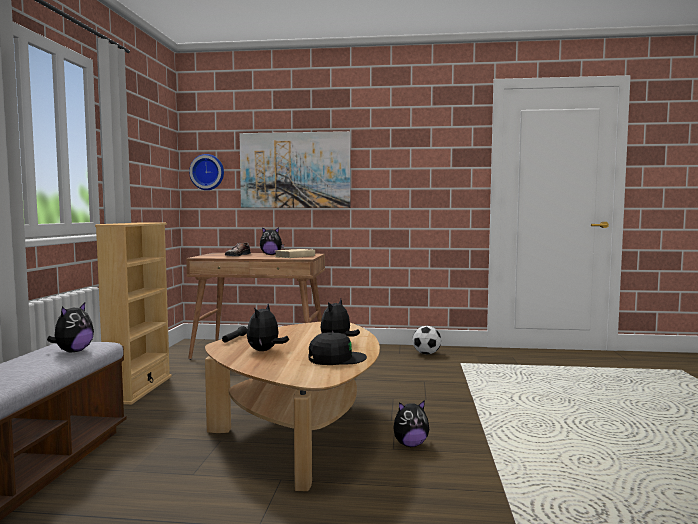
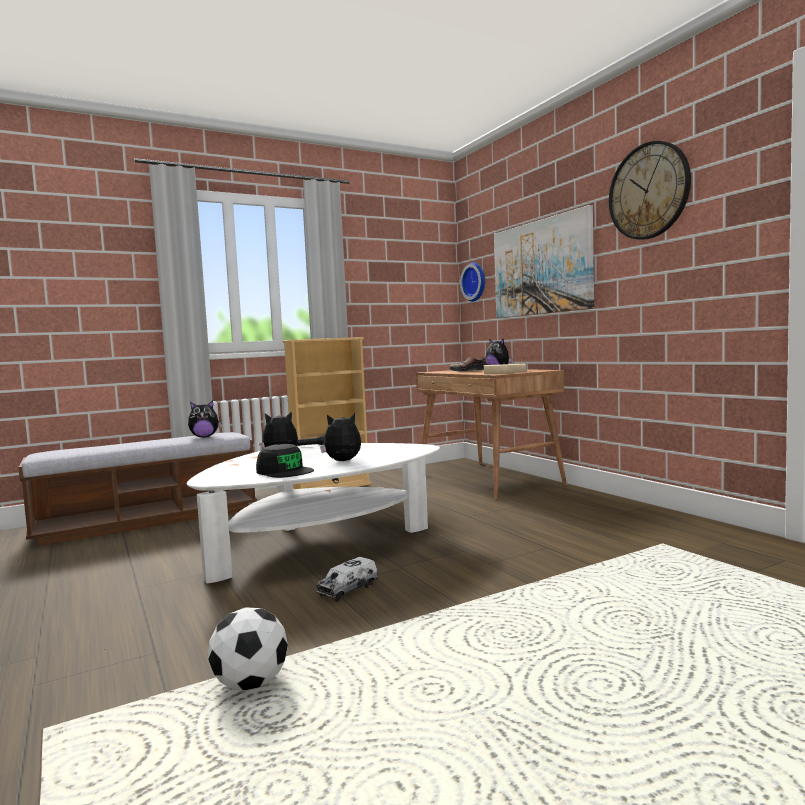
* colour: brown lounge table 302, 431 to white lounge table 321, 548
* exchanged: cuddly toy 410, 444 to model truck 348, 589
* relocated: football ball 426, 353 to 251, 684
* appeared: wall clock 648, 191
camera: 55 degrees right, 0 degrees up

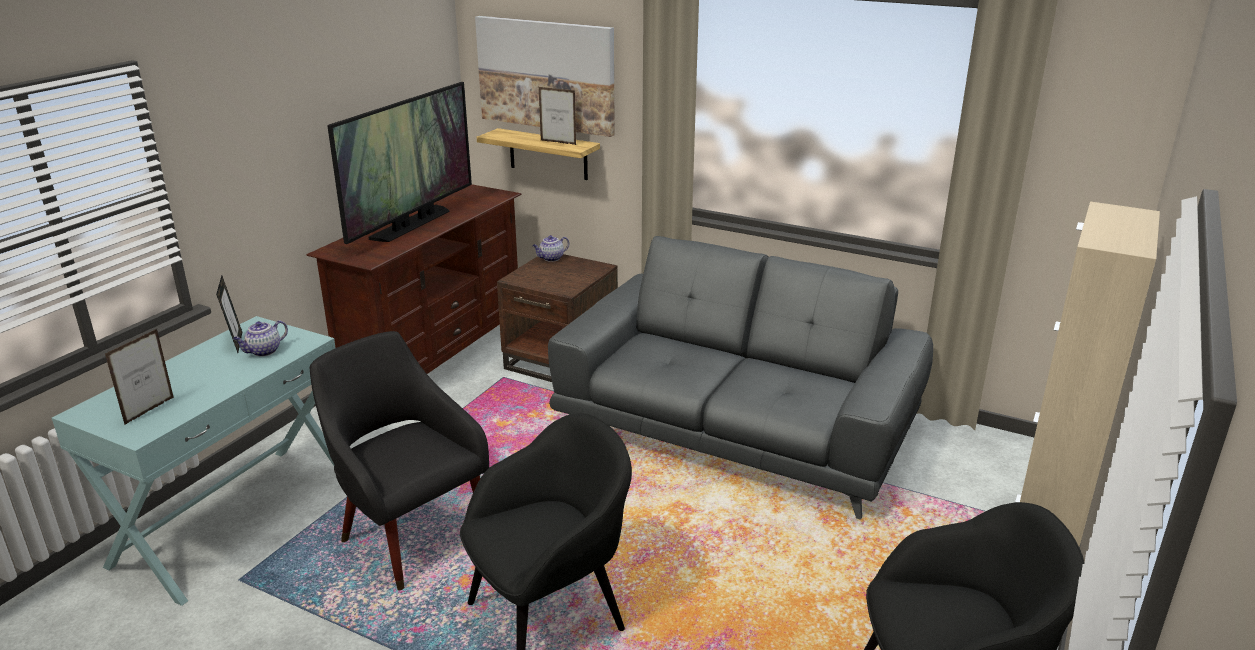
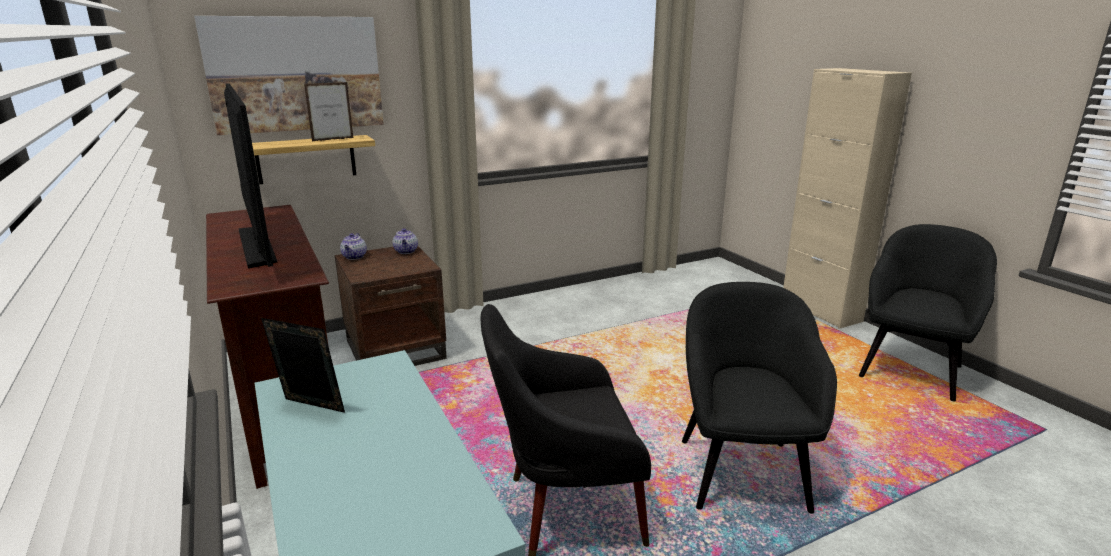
* missing: picture frame 150, 410
* relocated: pot for tea 263, 351 to 406, 251
* missing: greyish couch 736, 430
camera: 55 degrees left, 5 degrees down

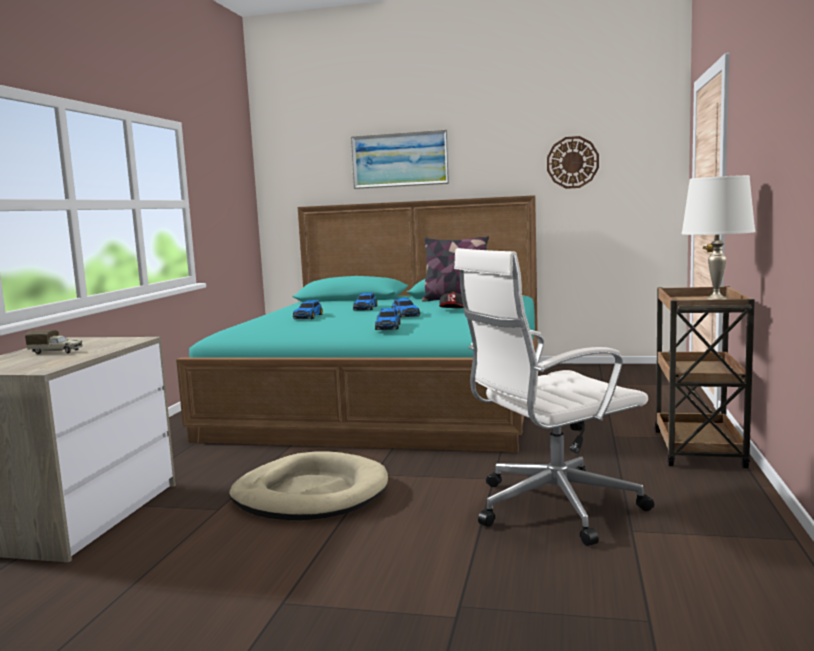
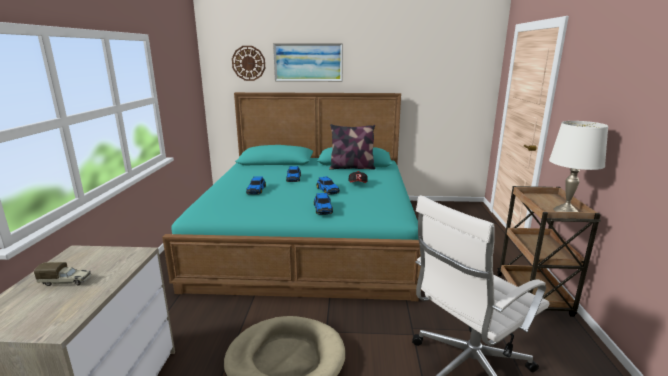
* relocated: wall clock 572, 162 to 248, 63
camera: 10 degrees left, 10 degrees up

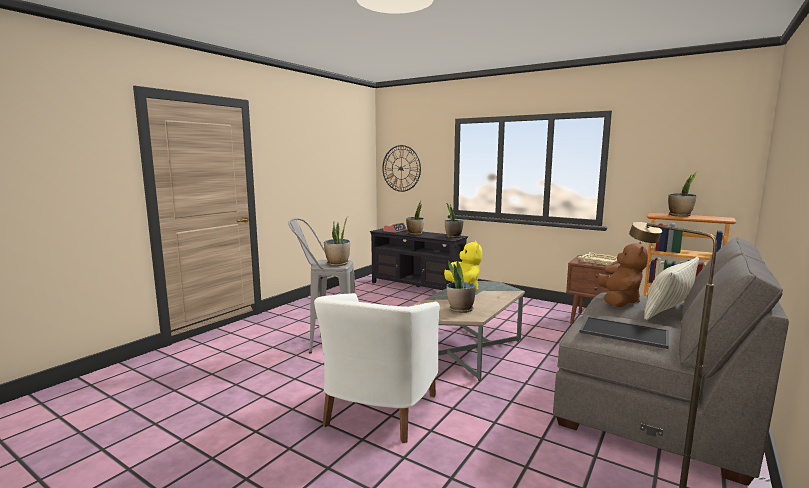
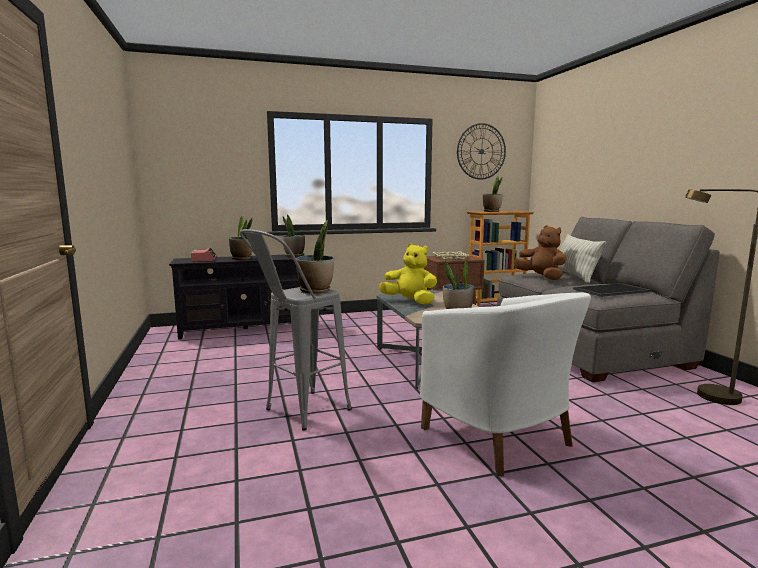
* relocated: wall clock 401, 168 to 481, 151
camera: 50 degrees left, 0 degrees up

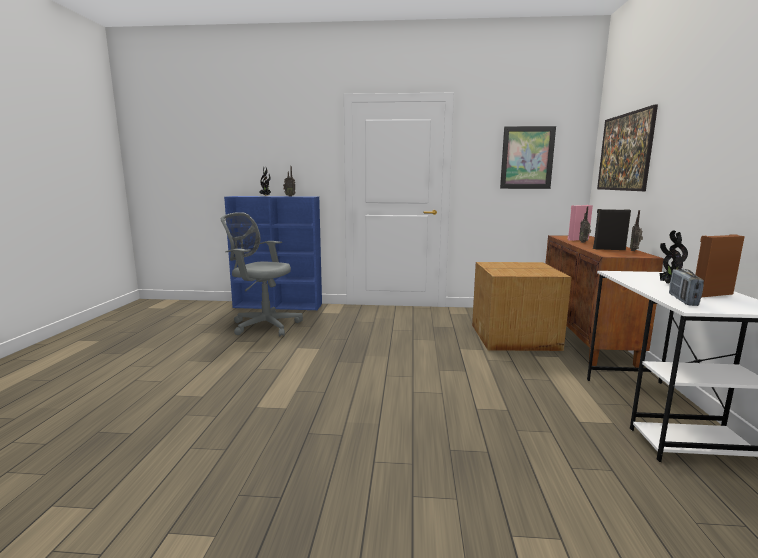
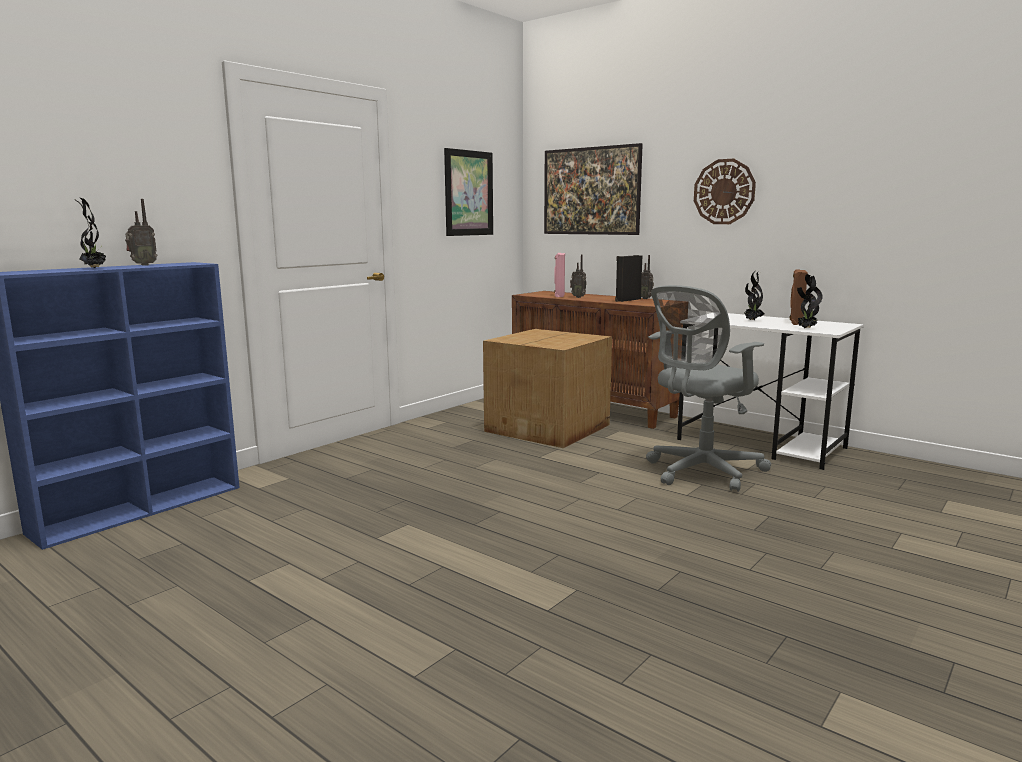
* relocated: greyish computer chair 263, 325 to 700, 472
* exchanged: radio set 682, 300 to potted plant 806, 328
* appeared: wall clock 724, 192
camera: 55 degrees left, 0 degrees up

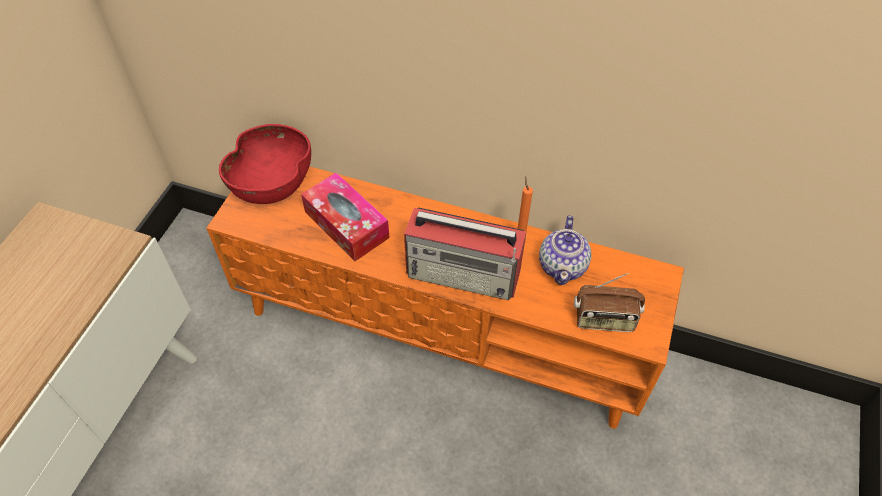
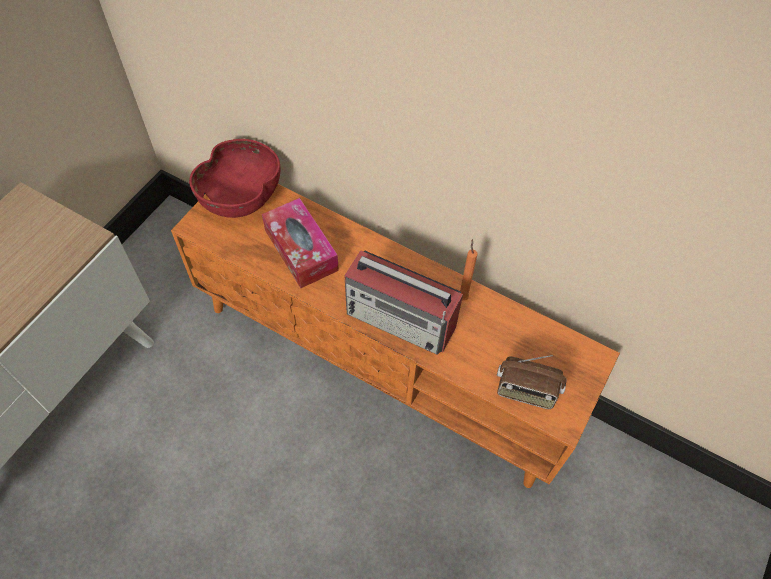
* missing: pot for tea 563, 265
camera: 10 degrees right, 5 degrees up

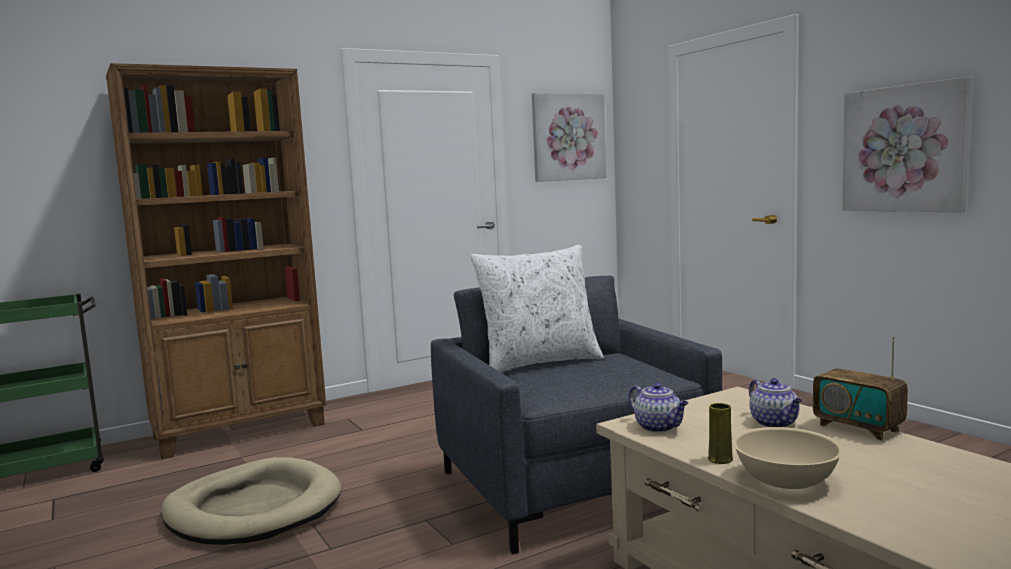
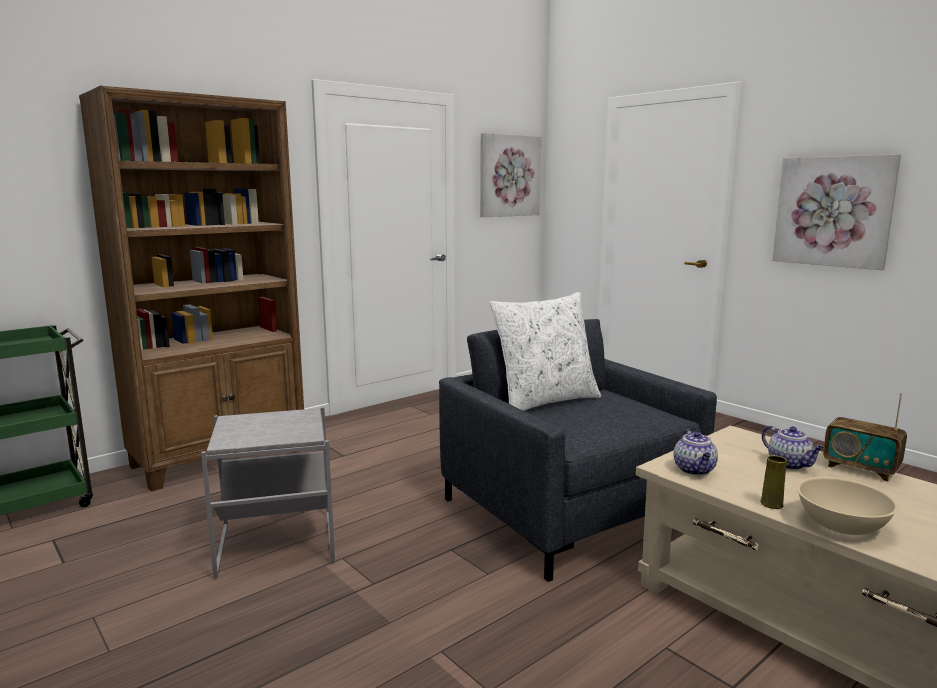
* exchanged: beige-coloured dog bed 253, 509 to greyish side table 275, 544
* spun: pot for tea 659, 427 = 695, 470 45 degrees clockwise
camera: 10 degrees left, 5 degrees up

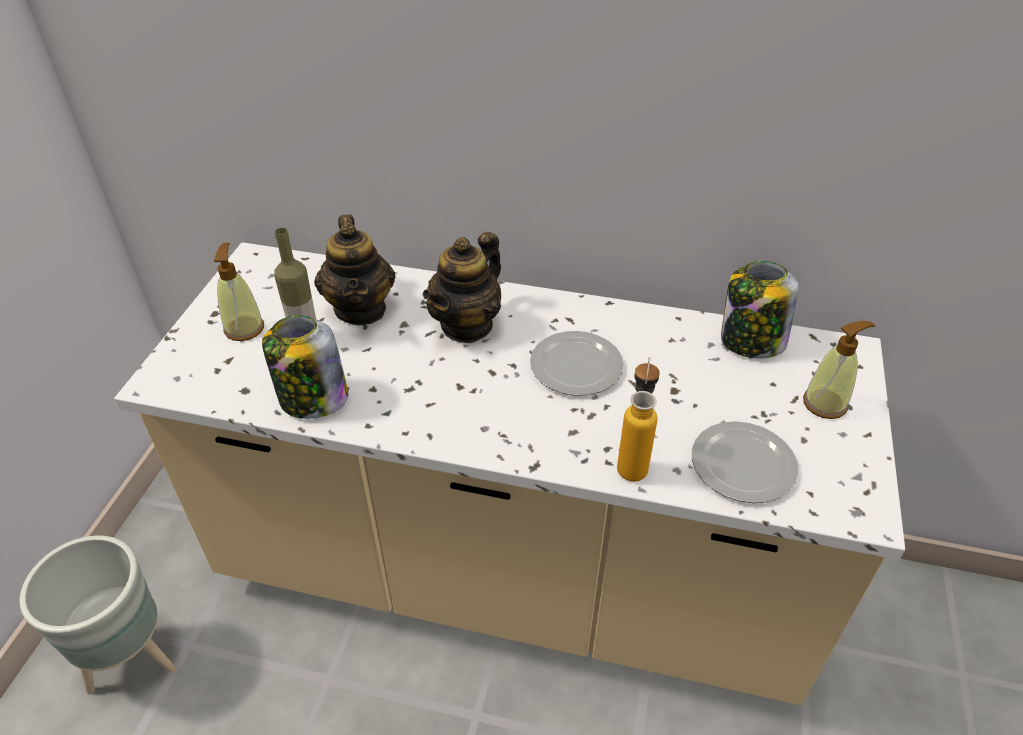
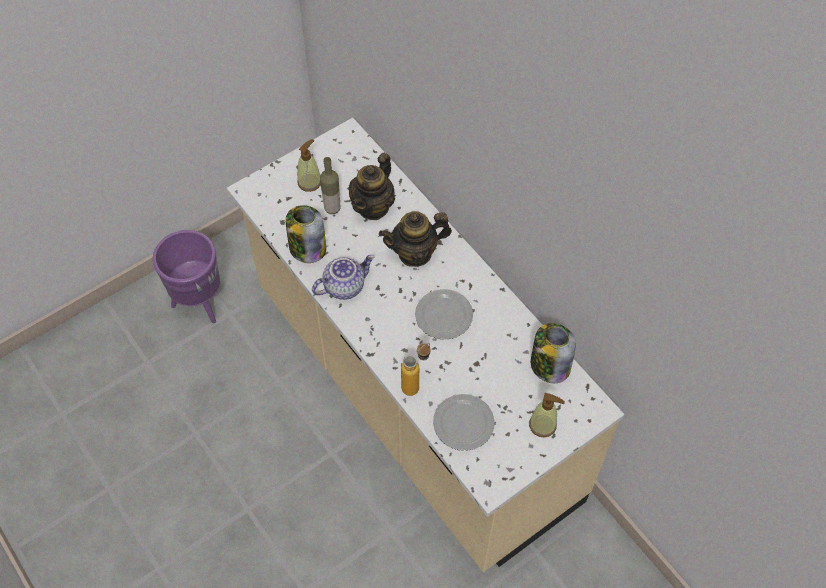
* colour: greyish plant pot 132, 661 to purple plant pot 199, 304
* appeared: pot for tea 344, 286
camera: 40 degrees right, 15 degrees up

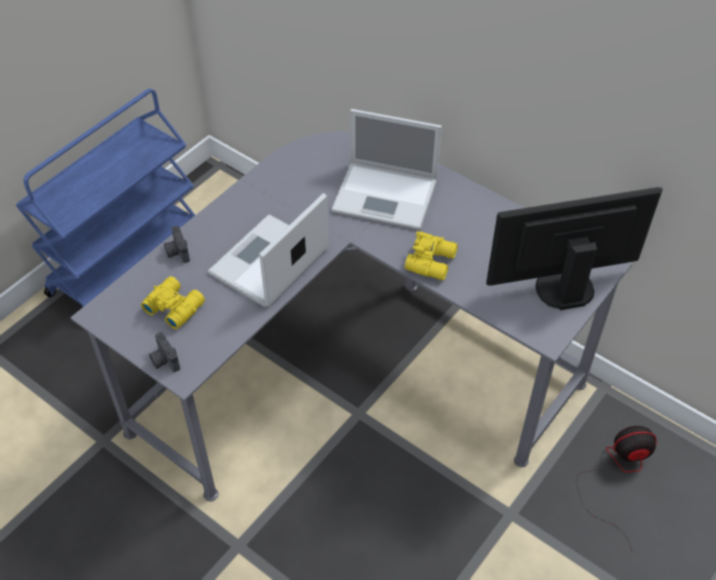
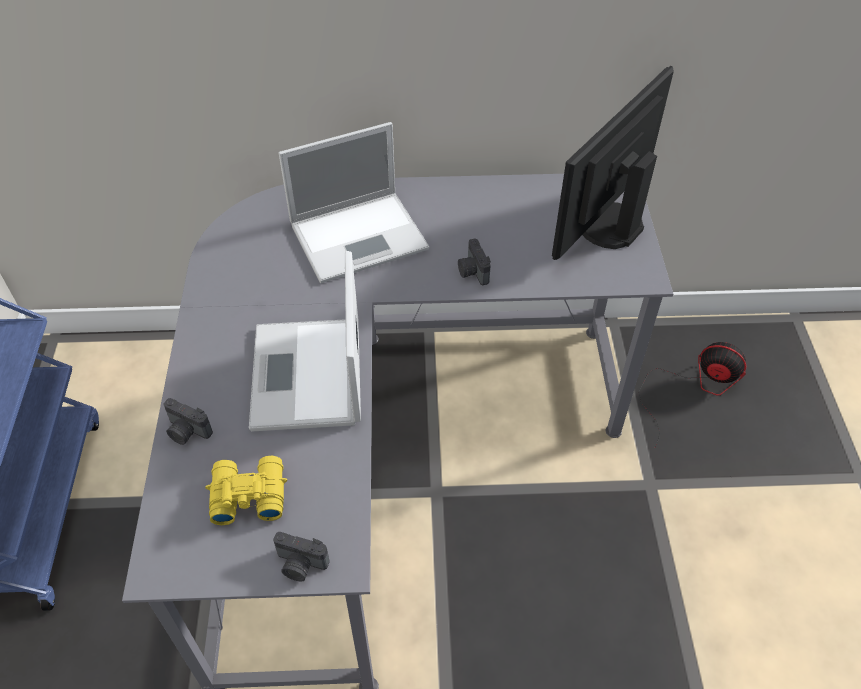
* exchanged: yellow-coloured pair of binoculars 432, 261 to photo camera 472, 272
* spun: fan 618, 474 = 693, 387 75 degrees clockwise
camera: 40 degrees left, 0 degrees up

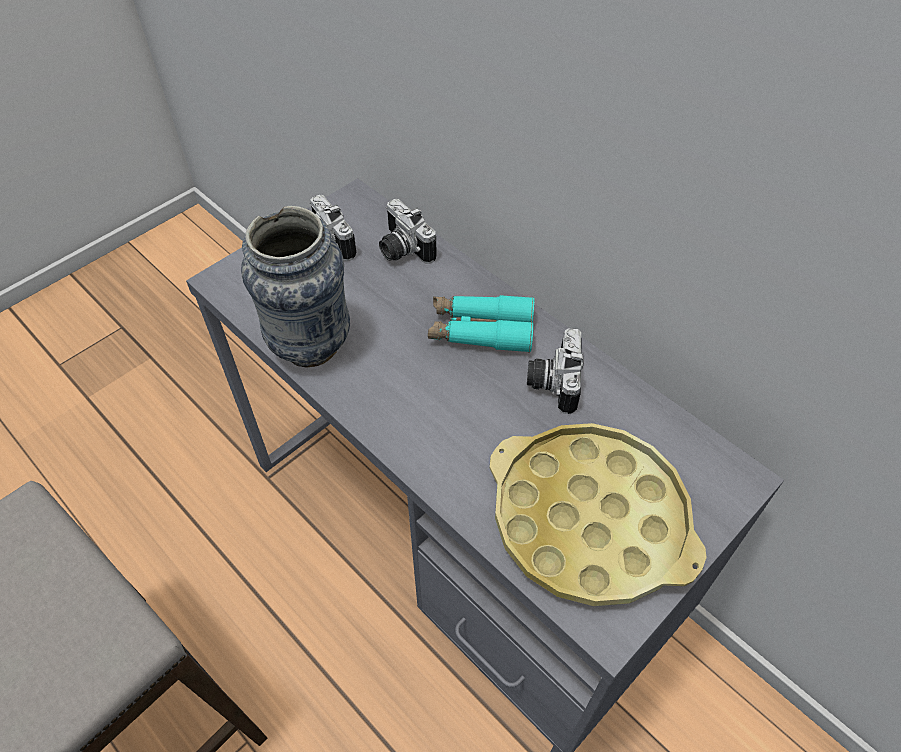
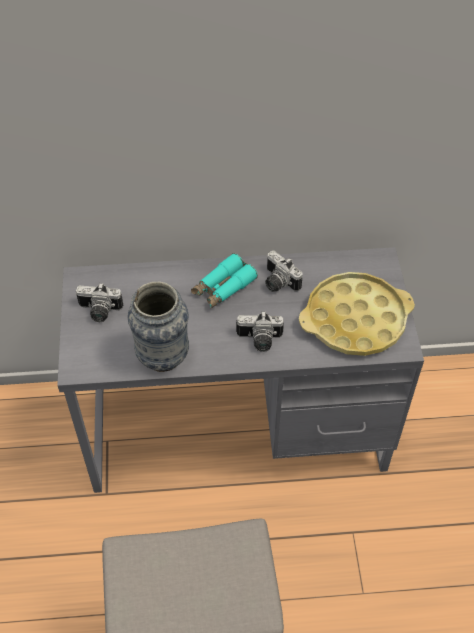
* relocated: photo camera 401, 249 to 259, 340
camera: 50 degrees left, 0 degrees up

